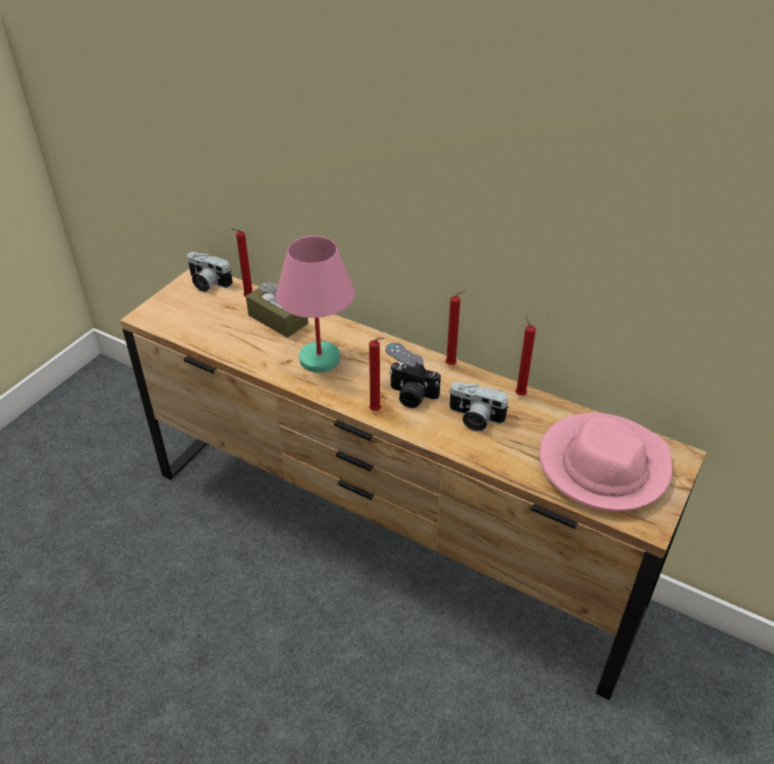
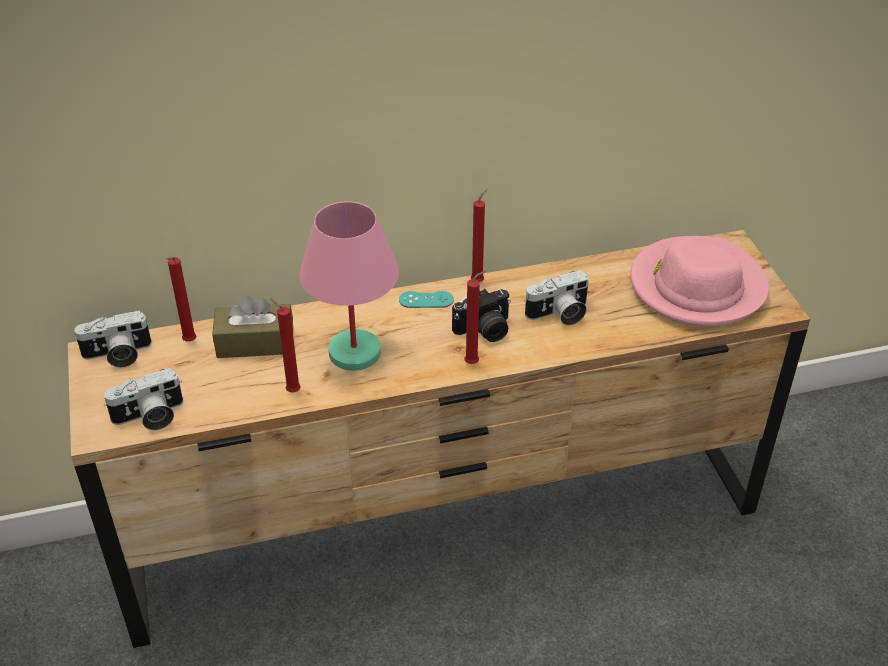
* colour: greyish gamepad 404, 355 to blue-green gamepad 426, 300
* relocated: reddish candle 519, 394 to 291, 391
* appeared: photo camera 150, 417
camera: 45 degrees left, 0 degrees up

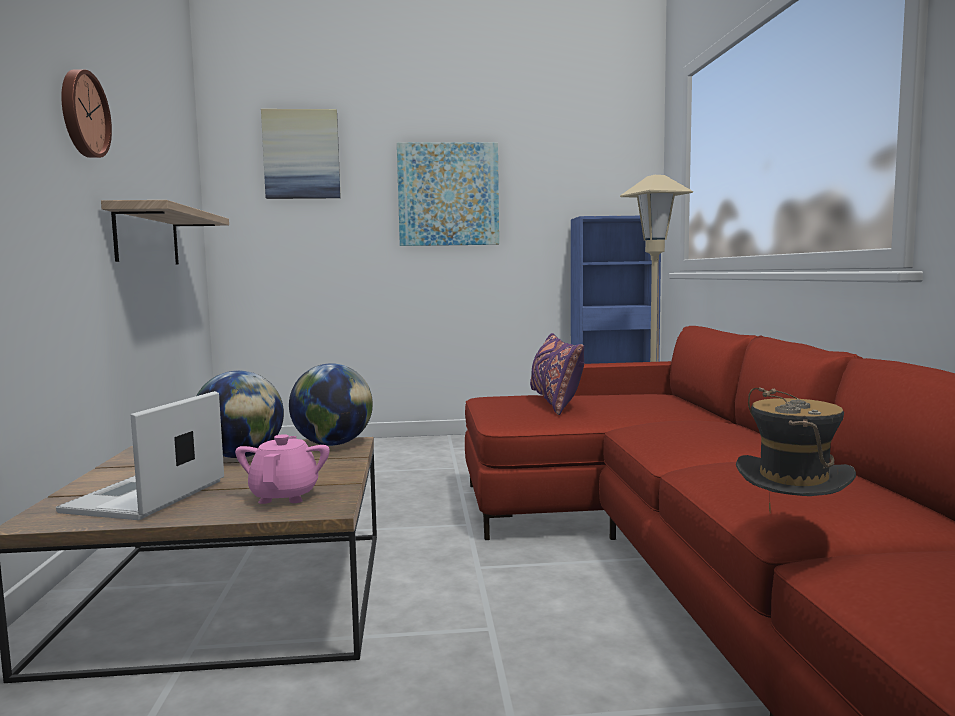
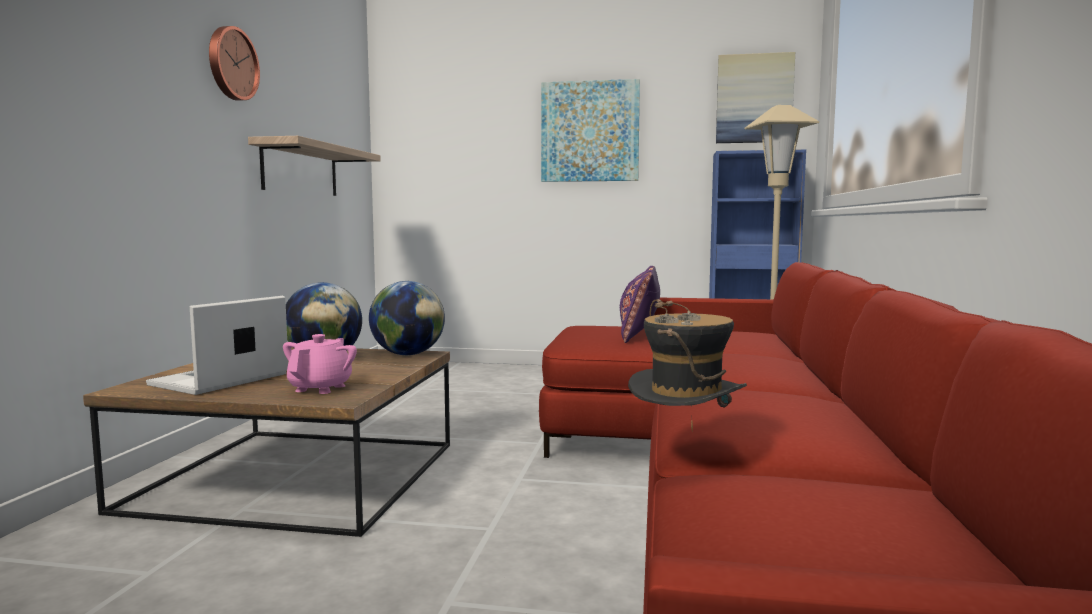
* relocated: picture 301, 154 to 754, 99
camera: 15 degrees right, 0 degrees up

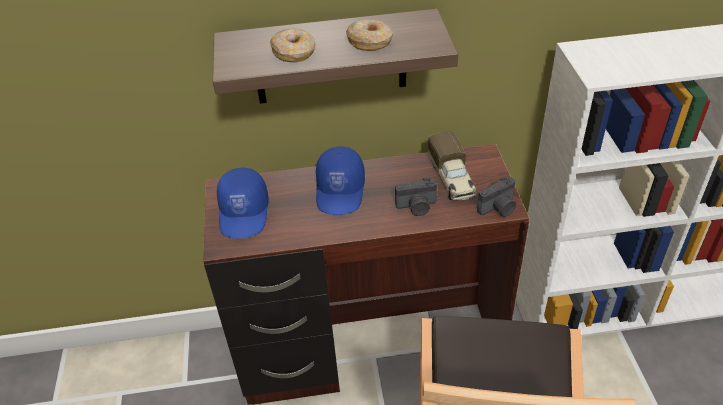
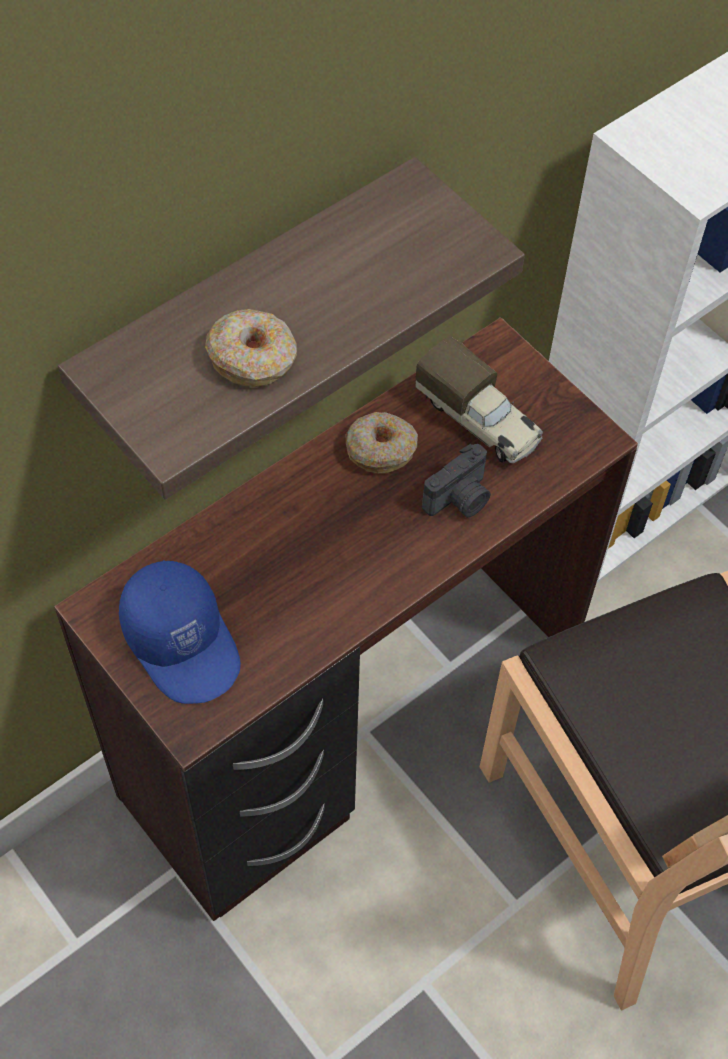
* missing: bluish peaked cap 341, 191
* relocated: ring doughnut 370, 42 to 381, 449
* missing: photo camera 498, 208
camera: 35 degrees left, 15 degrees up

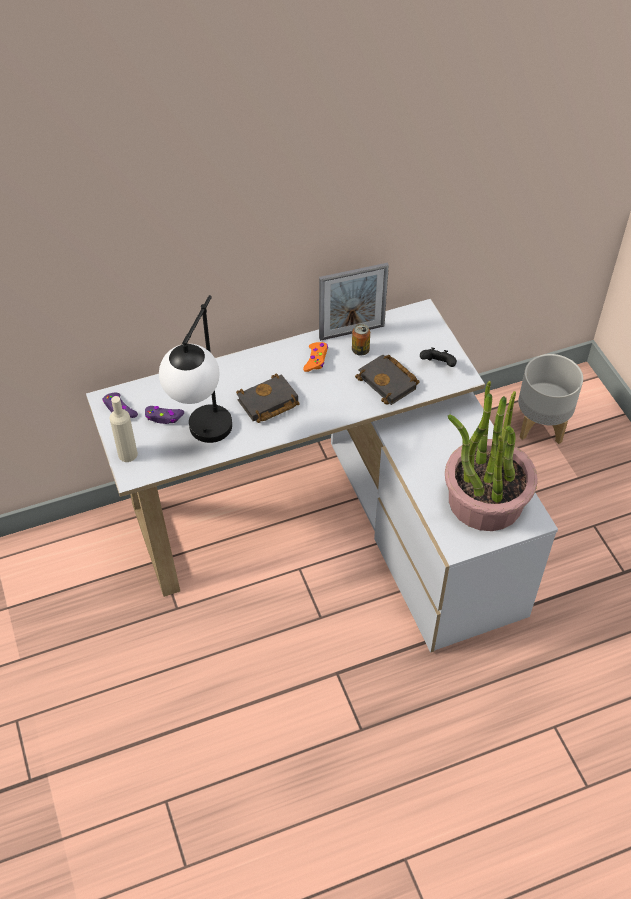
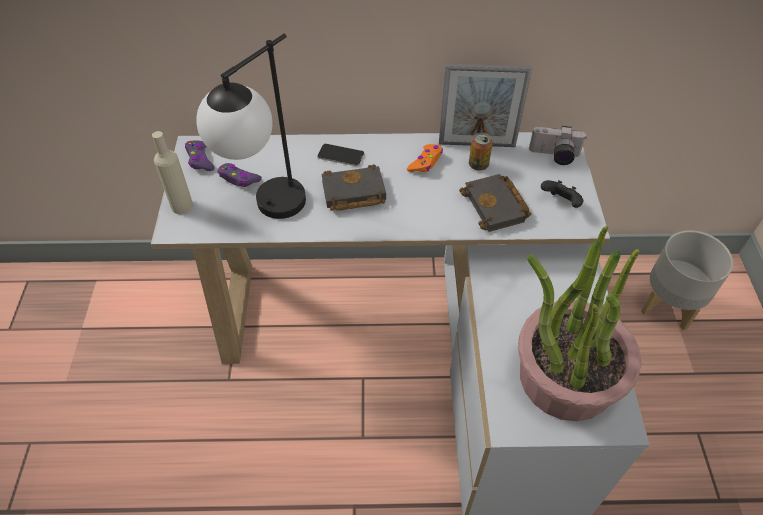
* appeared: handset 341, 155
* appeared: photo camera 554, 156
camera: 20 degrees right, 0 degrees up

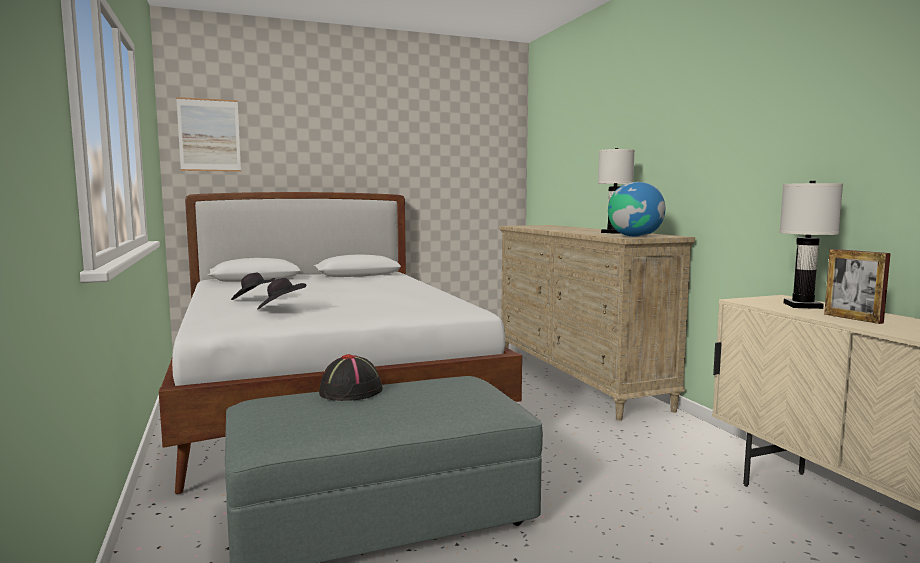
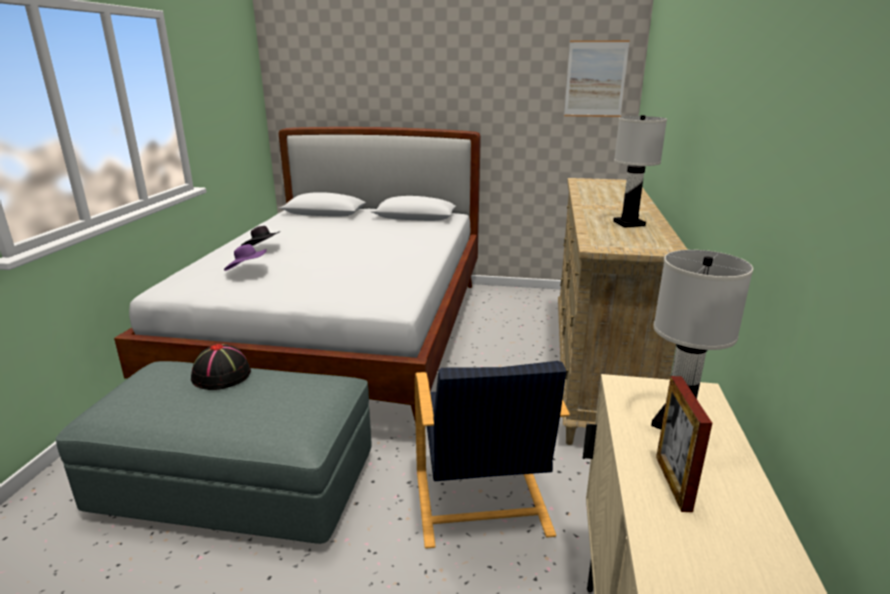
* relocated: picture 209, 135 to 595, 79
* colour: black wearable hat 281, 308 to purple wearable hat 248, 270
* missing: world globe 635, 236
* appeared: black lounge chair 481, 504
camera: 30 degrees right, 15 degrees up

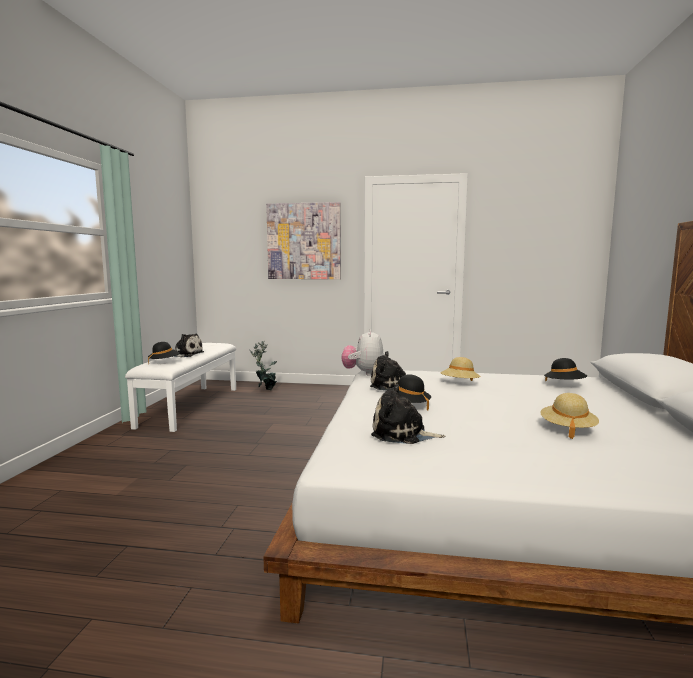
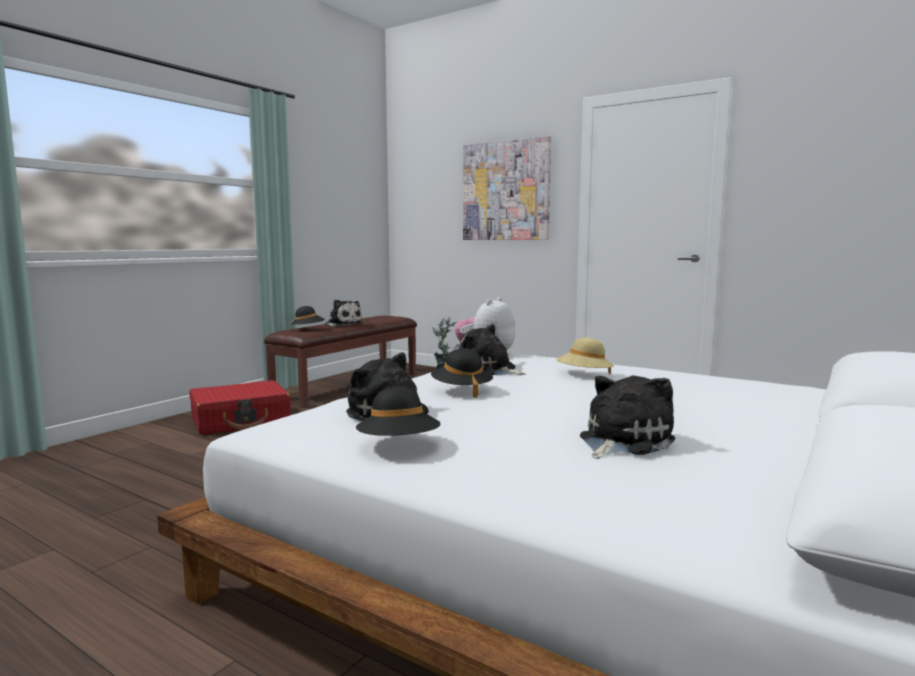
* colour: white long seat 190, 406 to brown long seat 348, 386
* exchanged: beige-coloured wearable hat 567, 429 to cuddly toy 622, 441
* relocated: black wearable hat 564, 385 to 399, 445
* appeared: reddish travel case 241, 421
camera: 25 degrees right, 0 degrees up

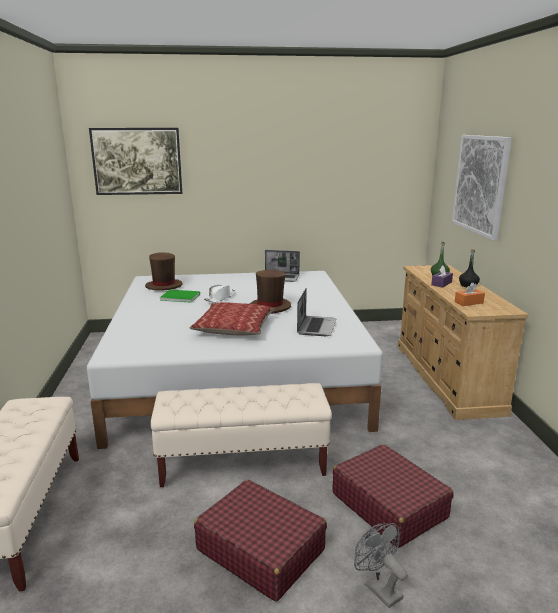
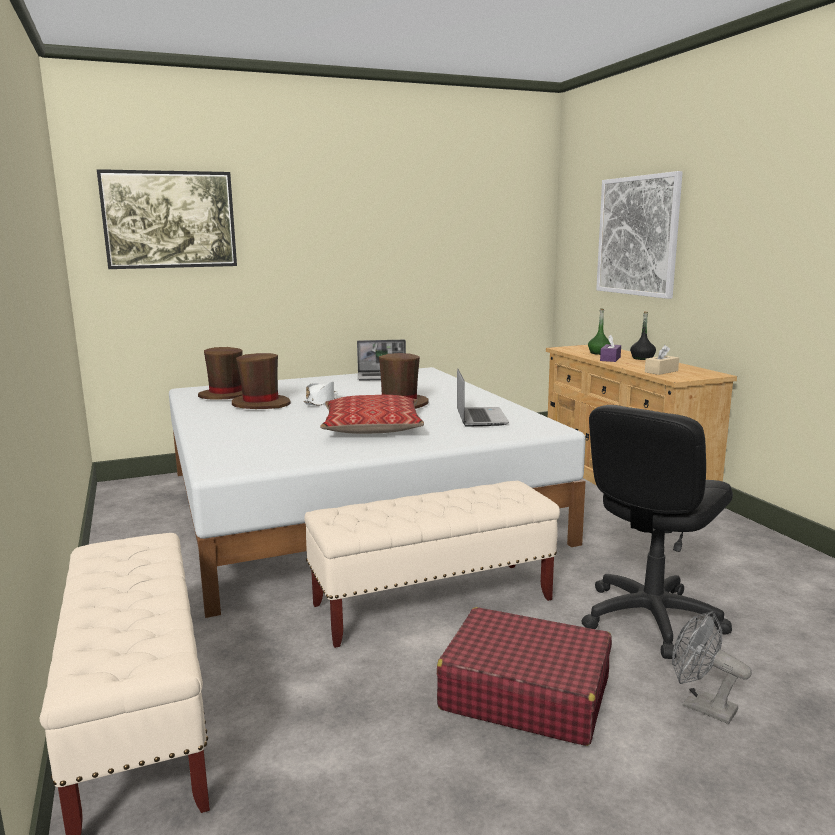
* exchanged: greenish volume 179, 297 to brown wearable hat 261, 404
* exchanged: reddish travel case 388, 505 to black computer chair 650, 618
* colour: orangey tissue holder 468, 302 to beige-coloured tissue holder 661, 371
camera: 15 degrees left, 5 degrees down

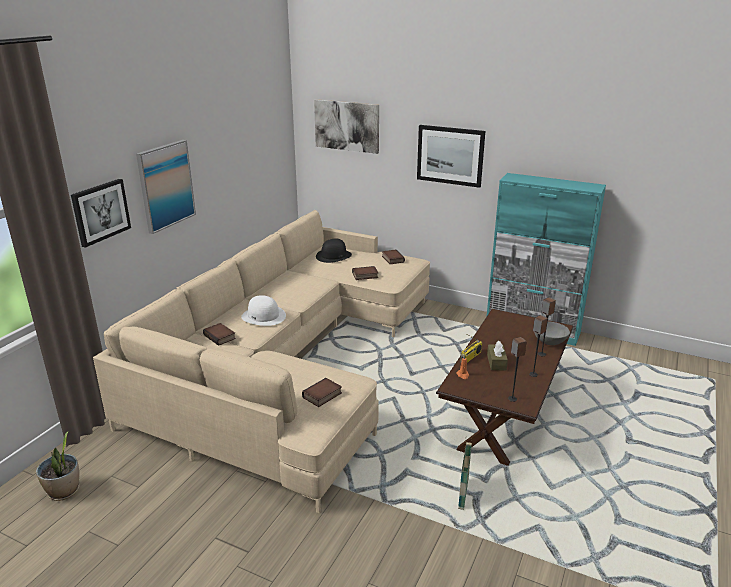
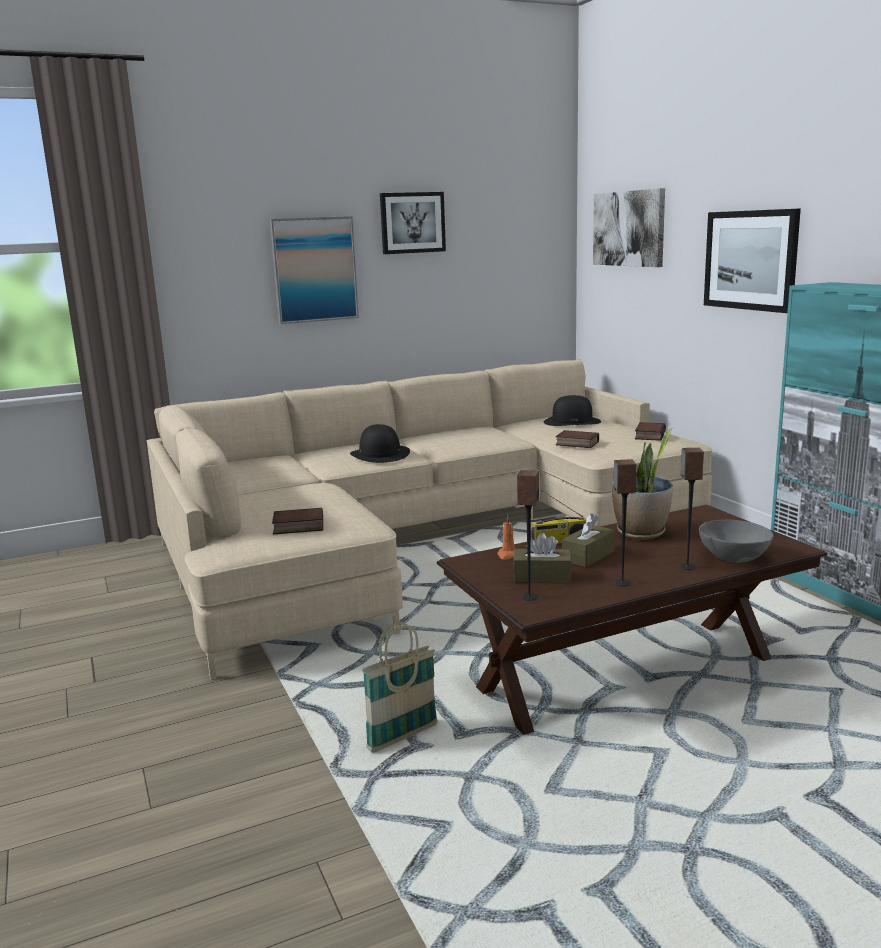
* relocated: potted plant 64, 491 to 641, 533
* relocated: picture 100, 212 to 412, 223
* missing: volume 220, 337
* colour: white wearable hat 264, 316 to black wearable hat 380, 454
* appeared: brown tissue holder 542, 577
camera: 40 degrees right, 10 degrees down

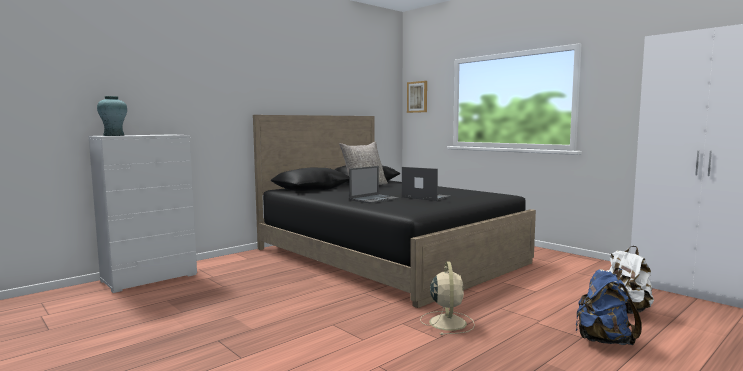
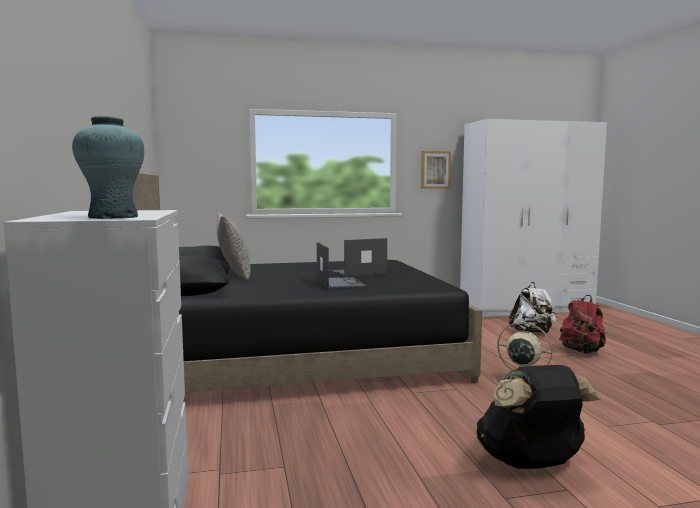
* relocated: picture 417, 97 to 435, 170
* colour: bluish rucksack 603, 340 to reddish rucksack 581, 352
* appeared: black rucksack 531, 463
camera: 60 degrees left, 0 degrees up

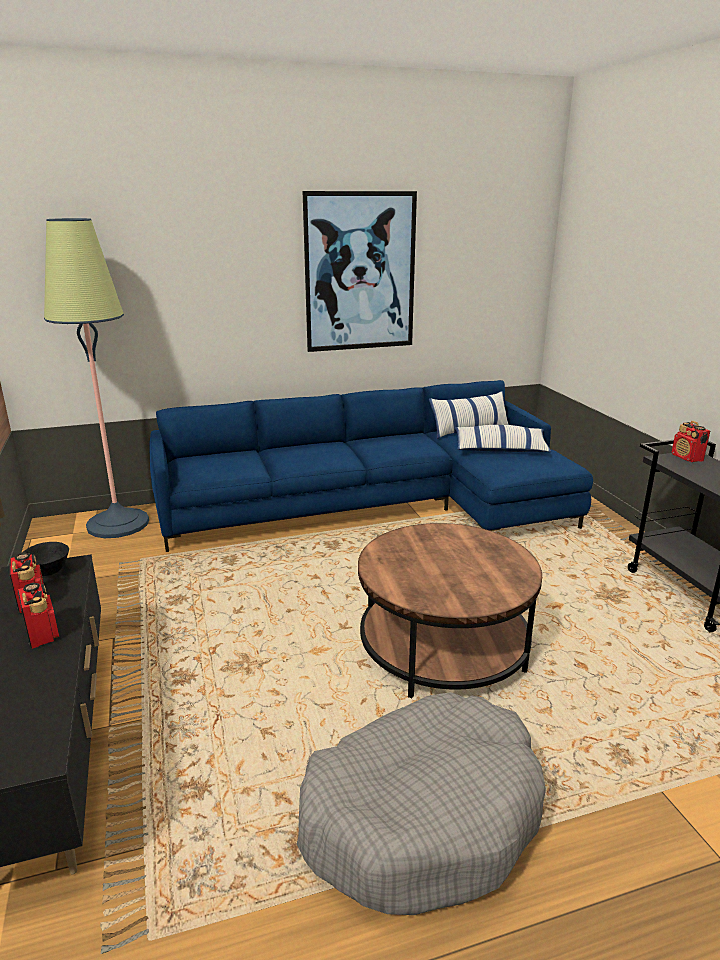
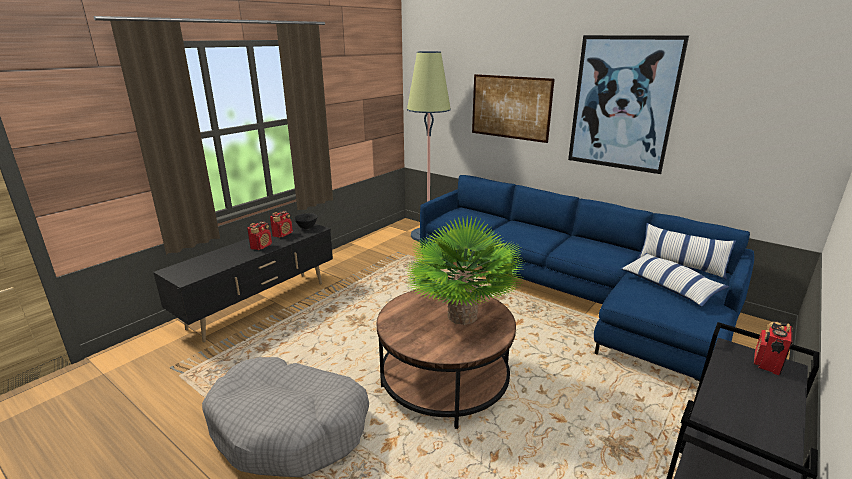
* appeared: potted plant 462, 316
* appeared: picture 510, 107
camera: 55 degrees right, 0 degrees up

